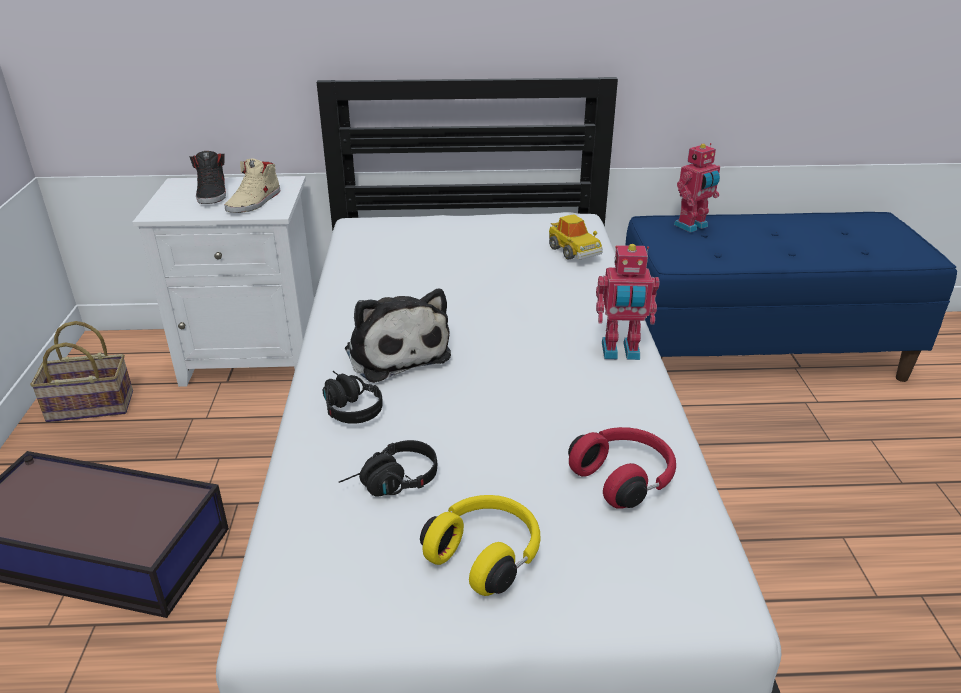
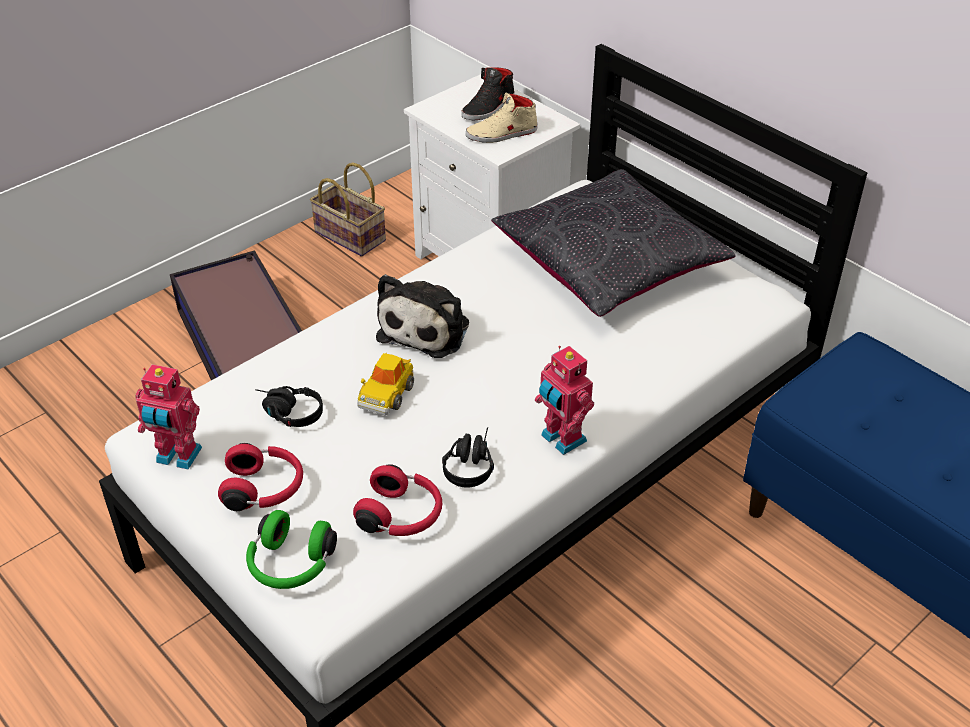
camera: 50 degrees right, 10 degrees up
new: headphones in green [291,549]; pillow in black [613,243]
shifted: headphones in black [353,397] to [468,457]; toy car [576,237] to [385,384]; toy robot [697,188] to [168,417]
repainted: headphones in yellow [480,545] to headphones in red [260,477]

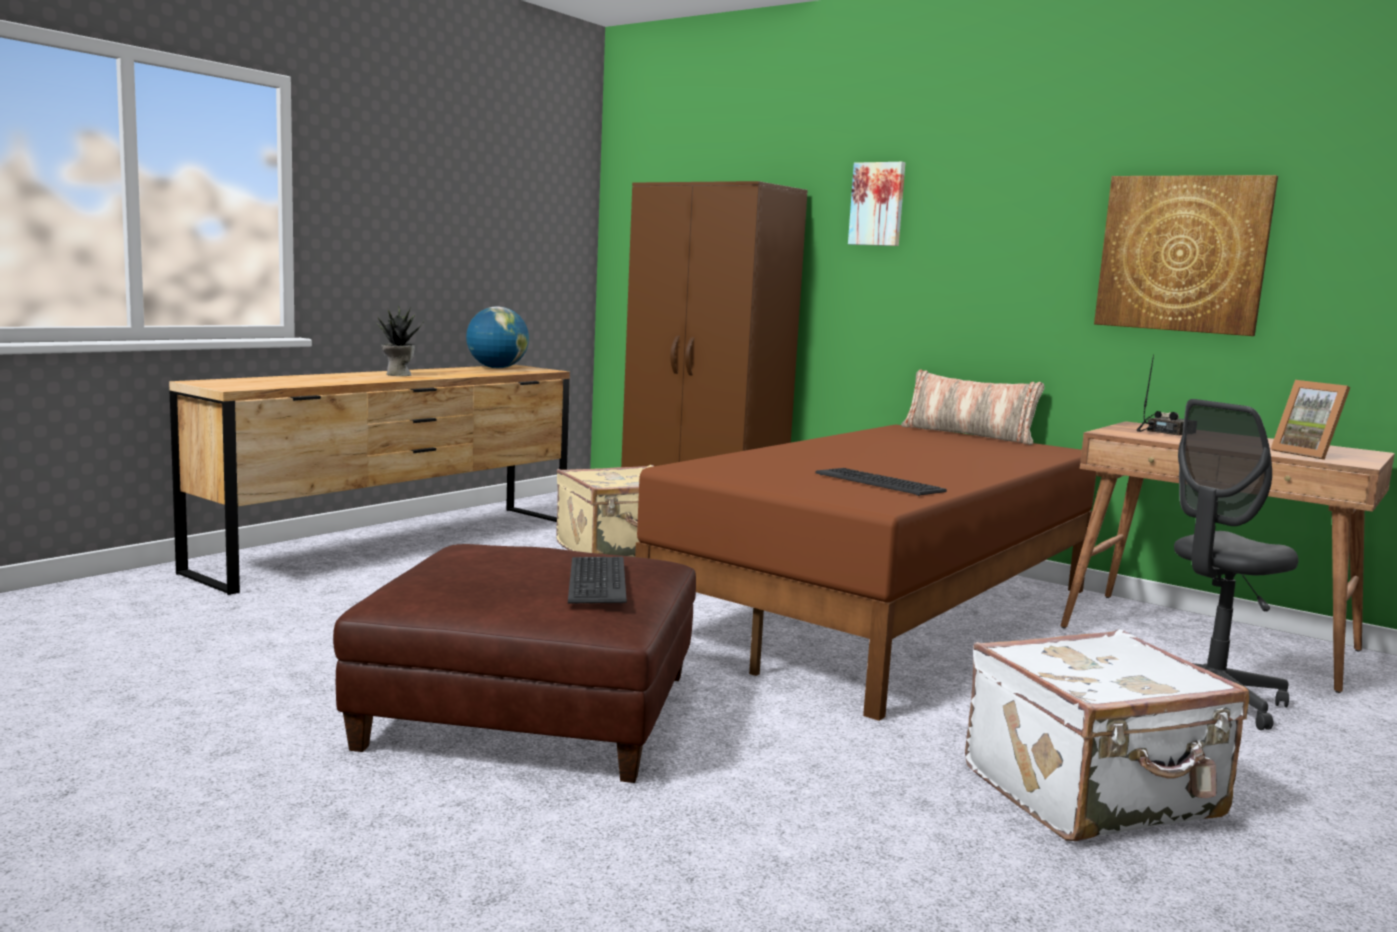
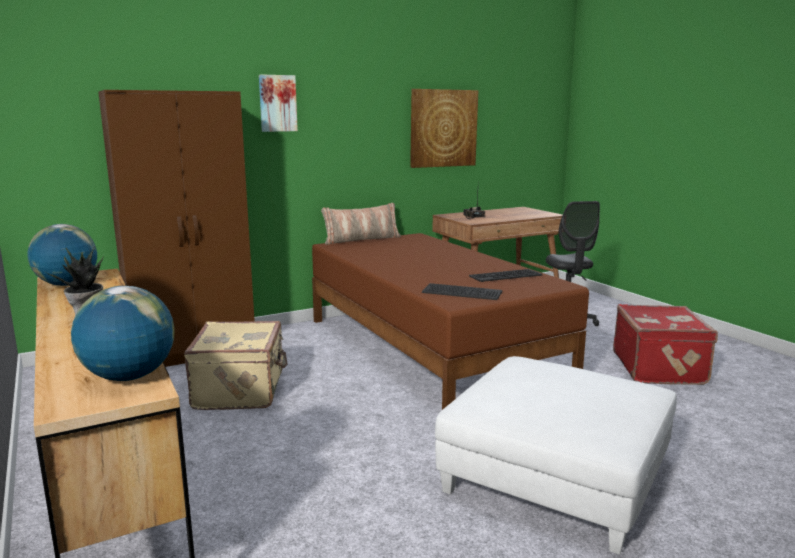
camera: 65 degrees left, 5 degrees up
gone: picture frame [1310,420]
new: globe [122,333]
shifted: keyboard [597,580] to [462,291]
repainted: ottoman in brown [514,663] to ottoman in white [556,455]; suitcase in white [1107,735] to suitcase in red [665,344]

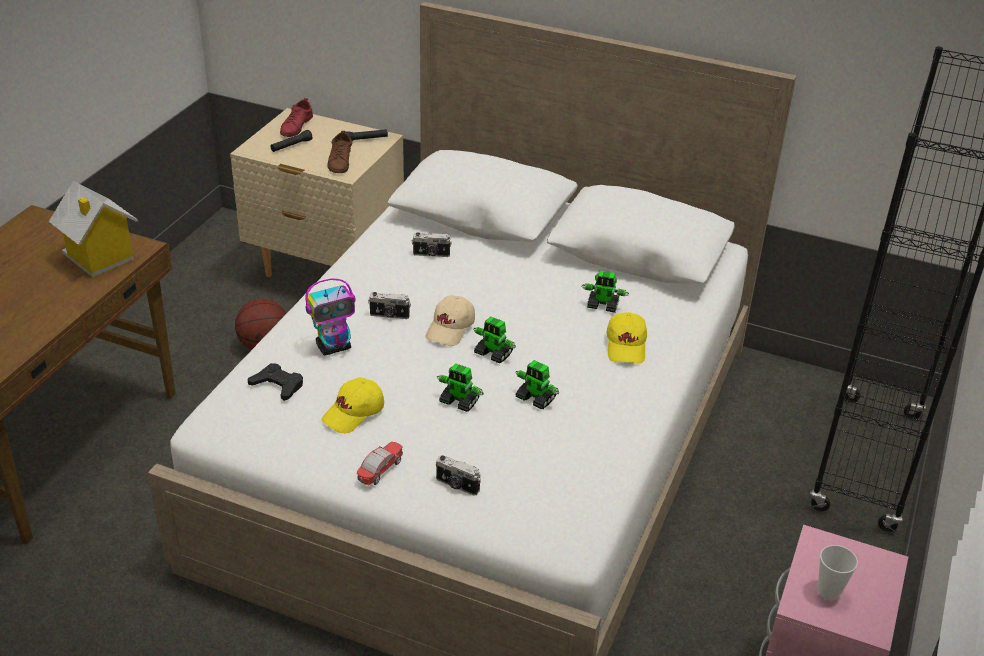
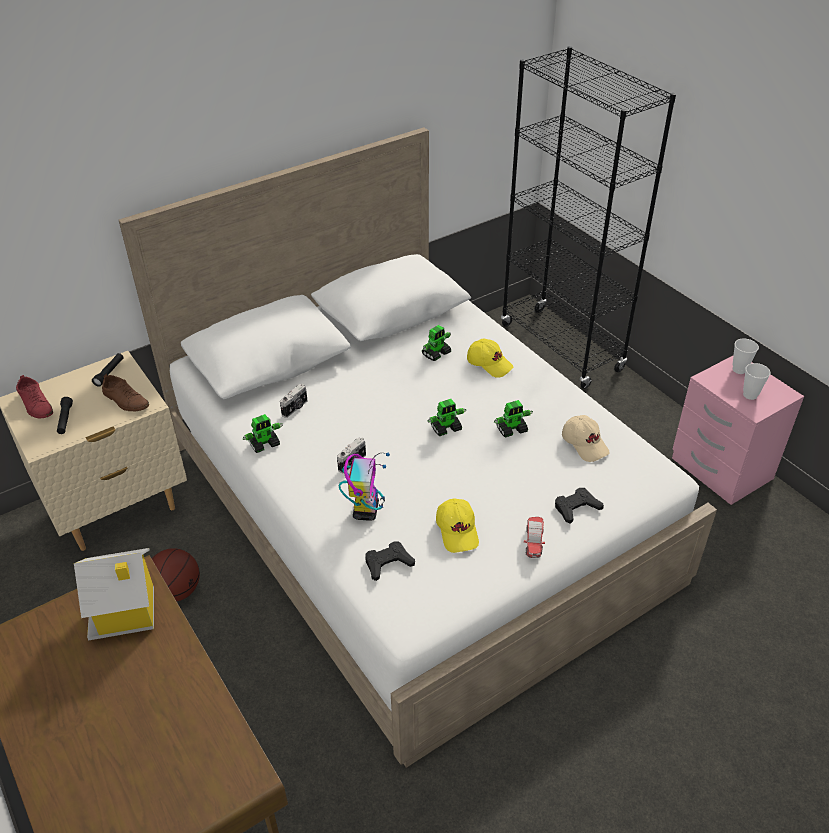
camera: 55 degrees left, 5 degrees up
new: cup [746,356]
shifted: cap in beige [450,320] to [586,438]; toy robot [460,387] to [263,433]
swapped: photo camera [458,475] to game controller in black [579,505]
rotated: toy car [380,463] = [534,537] 150 degrees counterclockwise

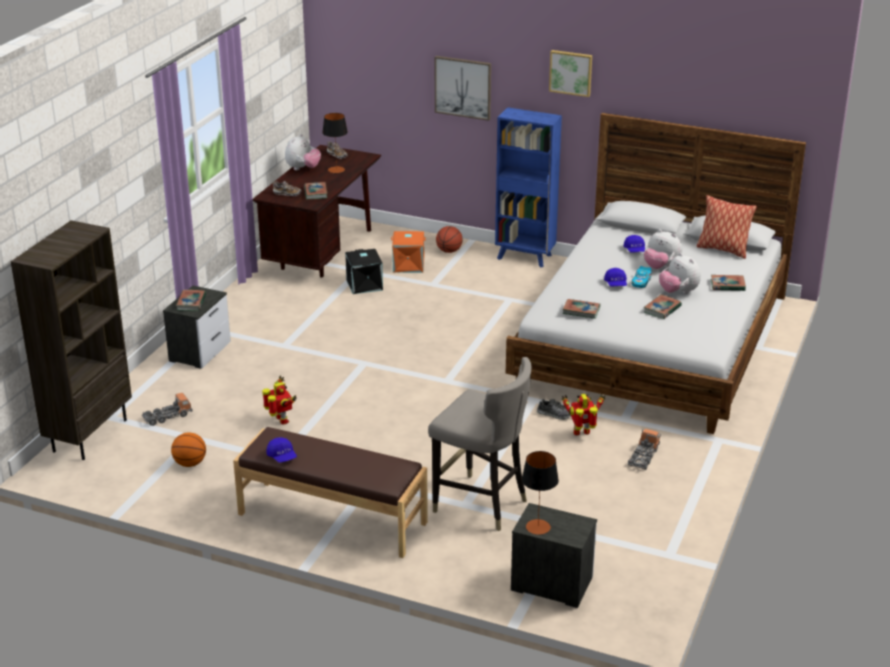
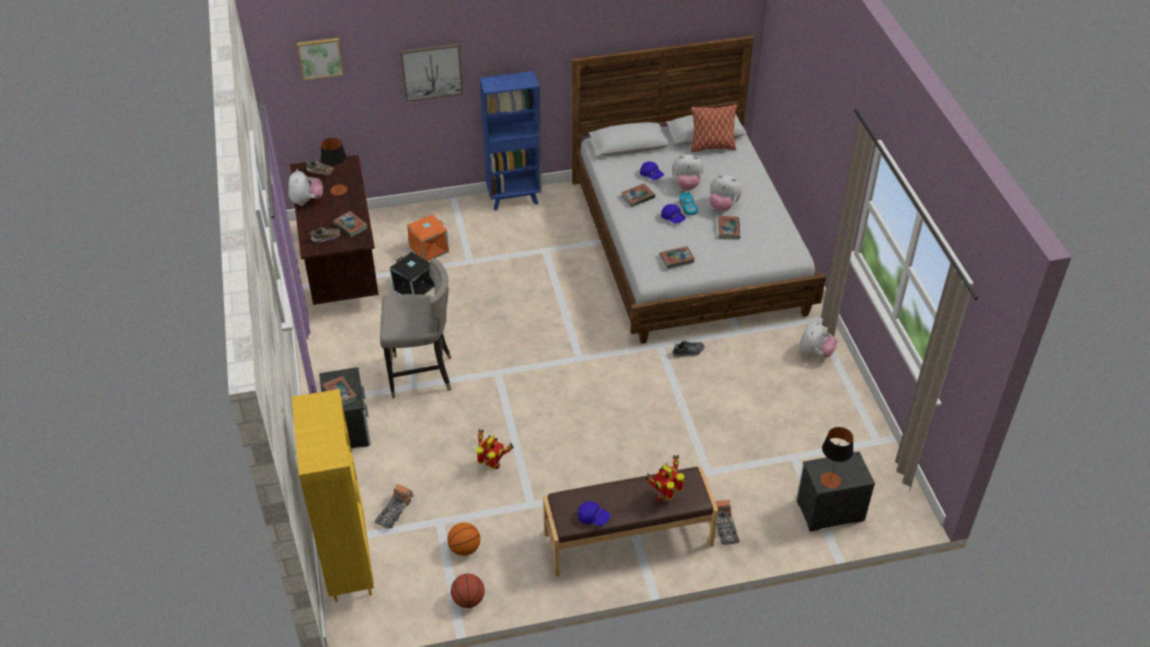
camera: 35 degrees left, 15 degrees up
new: plush toy [818,339]
shifted: stool in grey [479,444] to [415,328]; basketball [449,239] to [468,591]; picture [570,73] to [320,59]; toy robot [583,414] to [664,478]; toy truck [644,449] to [727,522]; book [728,283] to [638,195]
repainted: bookcase in brown [71,340] to bookcase in yellow [333,495]

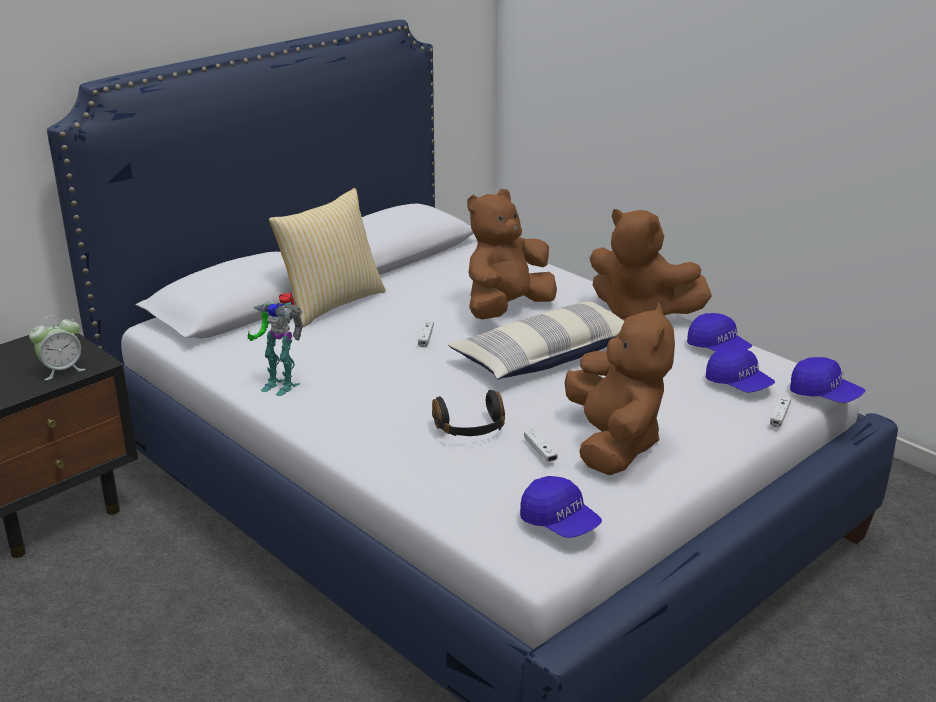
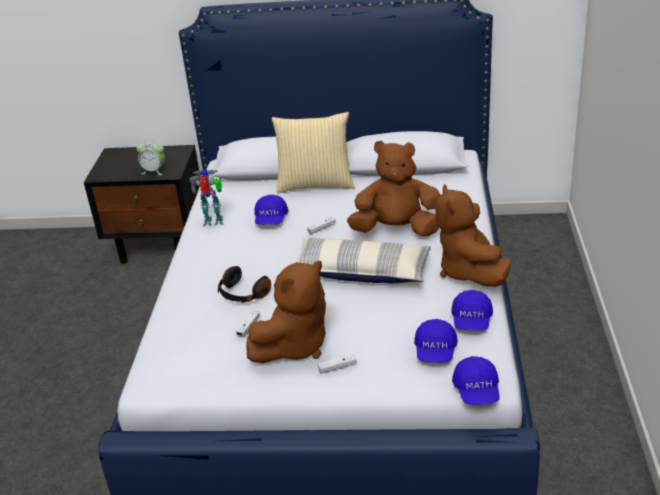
camera: 50 degrees right, 5 degrees up
shifted: cap in blue [561,507] to [271,210]; game controller in white [780,412] to [337,364]
rotated: toy robot [275,344] = [207,197] 105 degrees clockwise

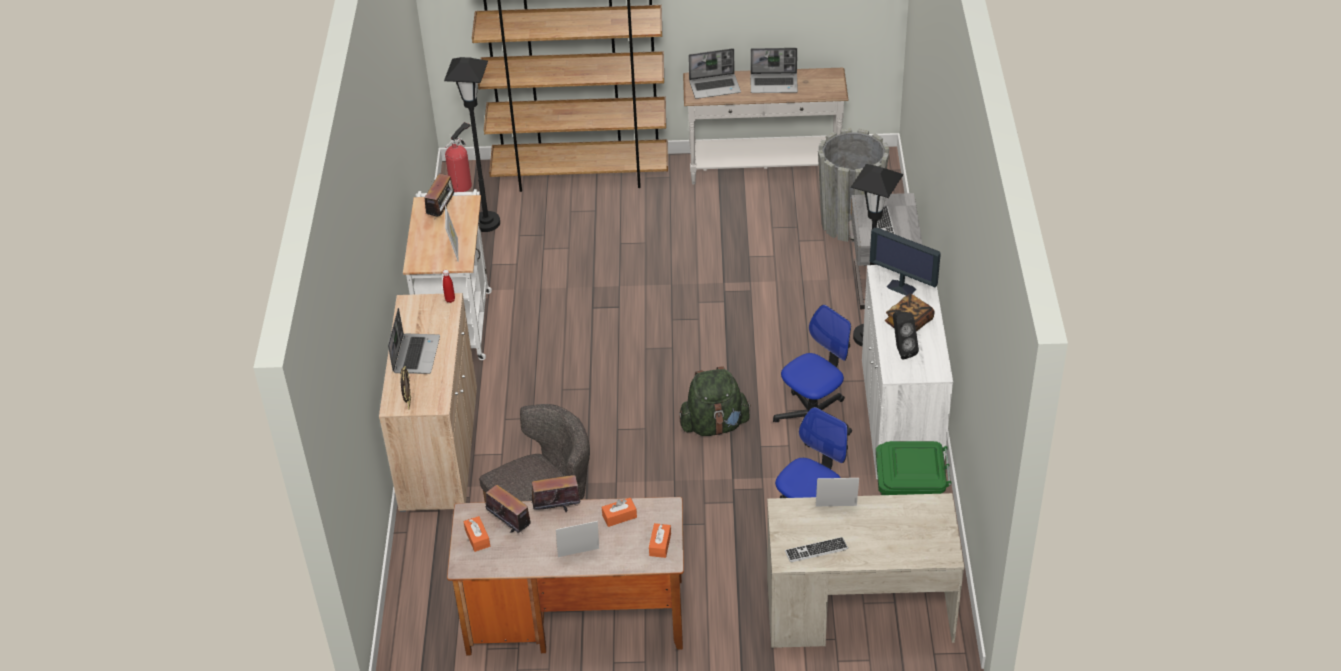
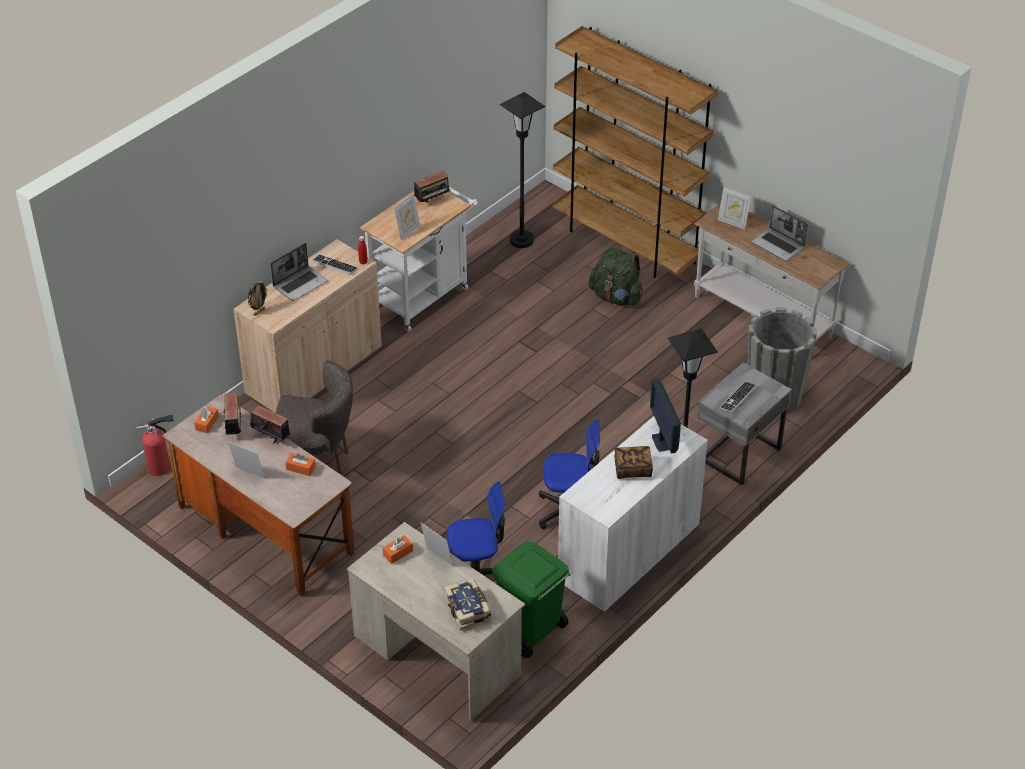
camera: 40 degrees right, 0 degrees up
gone: speaker in black [906,335]
new: book [467,604]
shifted: fire extinguisher [458,157] to [155,445]; tissue box in orange [660,540] to [398,549]; backpack in green [715,401] to [616,276]; keyboard [816,549] to [335,264]
swapped: laptop [714,73] to picture frame [734,208]

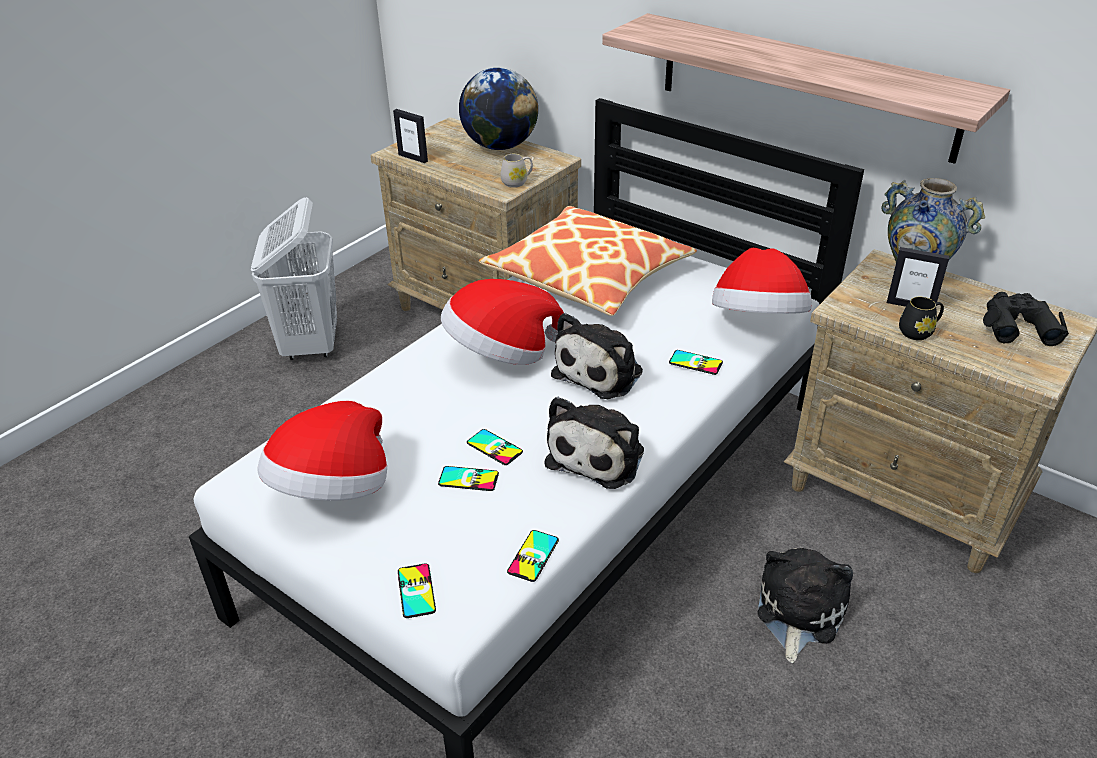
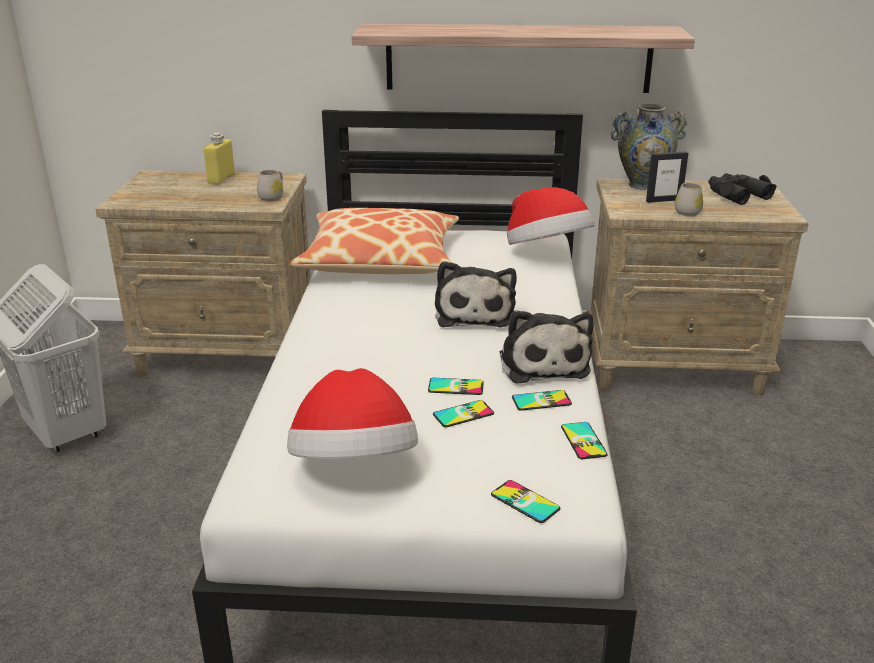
camera: 35 degrees left, 10 degrees down
gone: picture frame [410,136]; hat [502,322]; plush toy [805,605]
shifted: phone [696,362] to [542,400]
swapped: globe [498,109] to bottle in yellow [219,159]
repainted: mug in black [921,318] to mug in white [689,199]

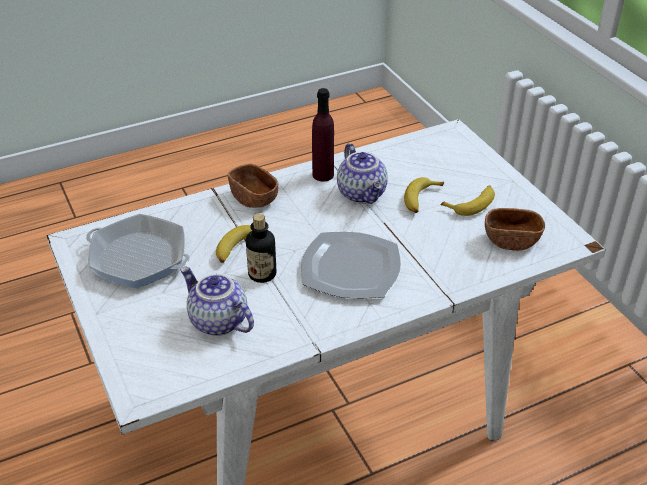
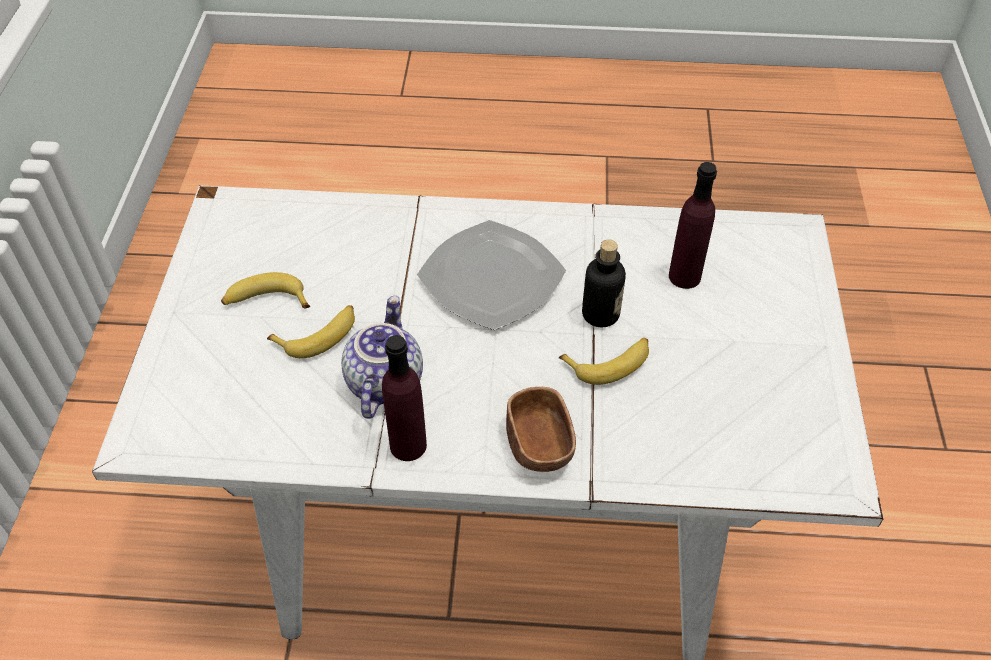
camera: 150 degrees left, 10 degrees up
gone: frying pan [138,251]; bowl in brown [515,229]
swapped: teapot [217,301] to bottle in purple [693,225]

